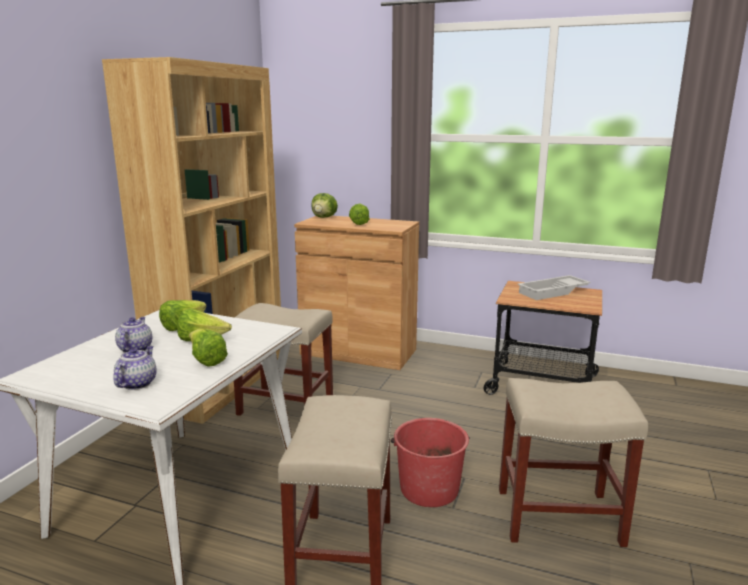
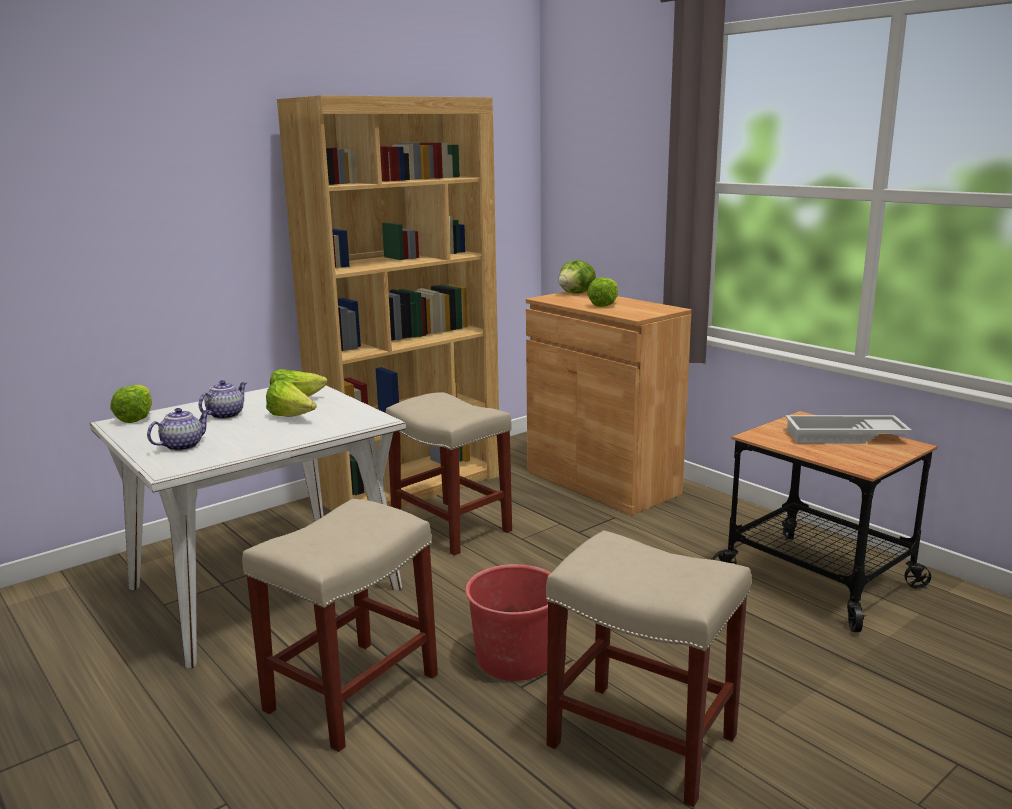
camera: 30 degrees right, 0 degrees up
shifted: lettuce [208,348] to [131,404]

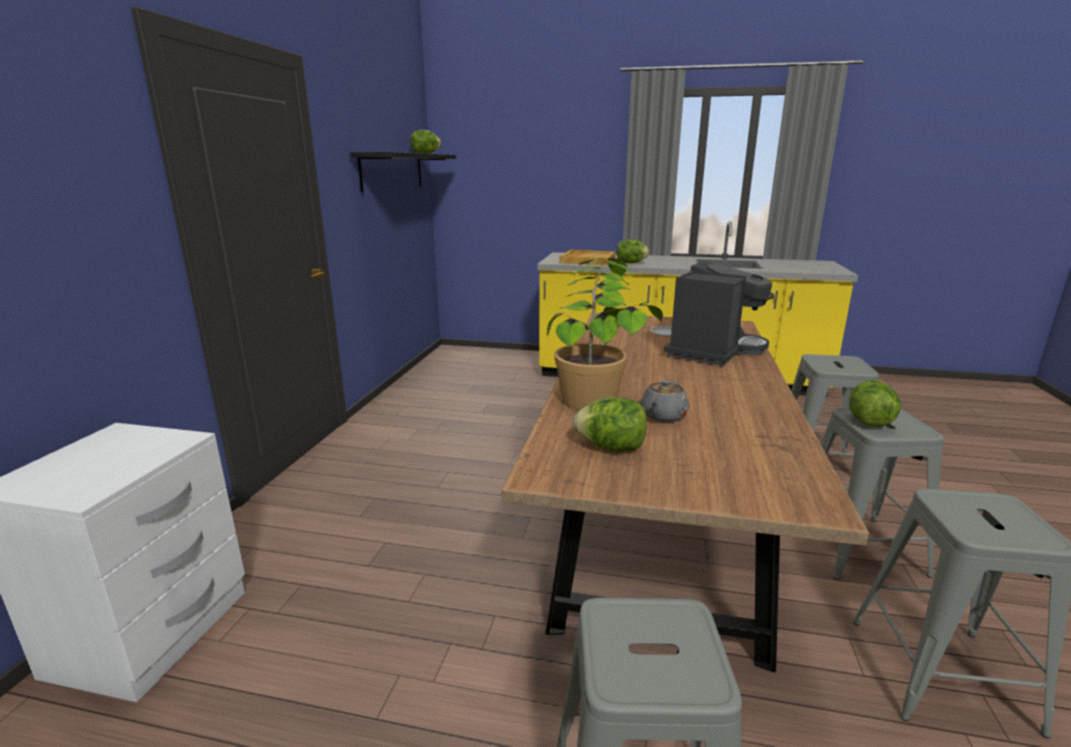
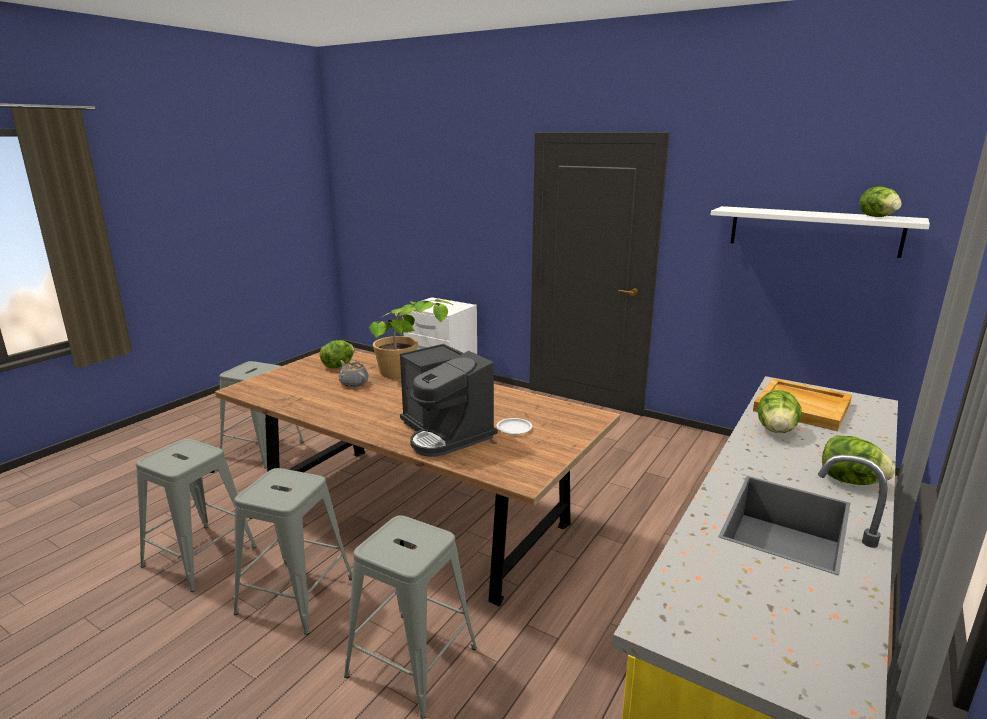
camera: 110 degrees right, 0 degrees up
shifted: lettuce [875,403] to [858,460]
repainted: shelf in black [403,172] to shelf in white [820,232]

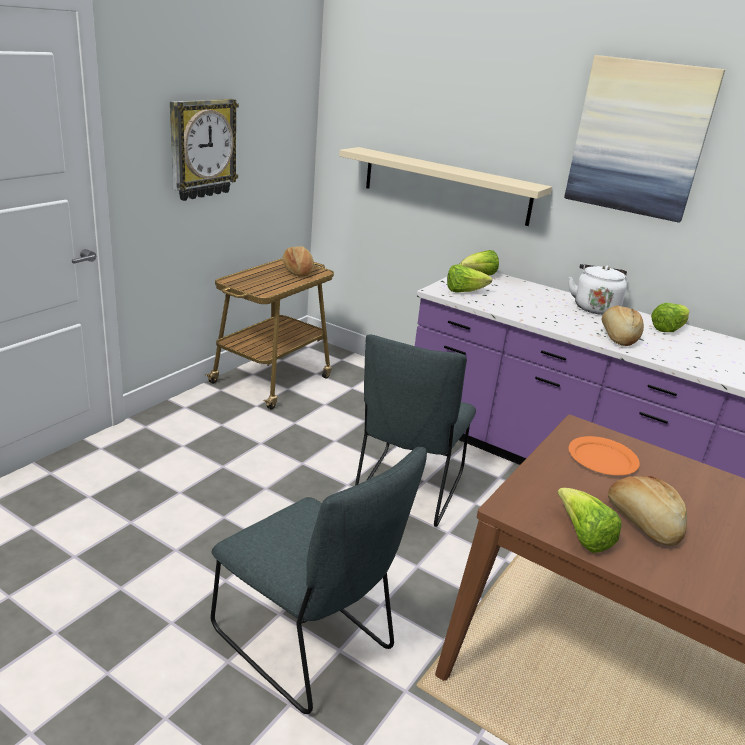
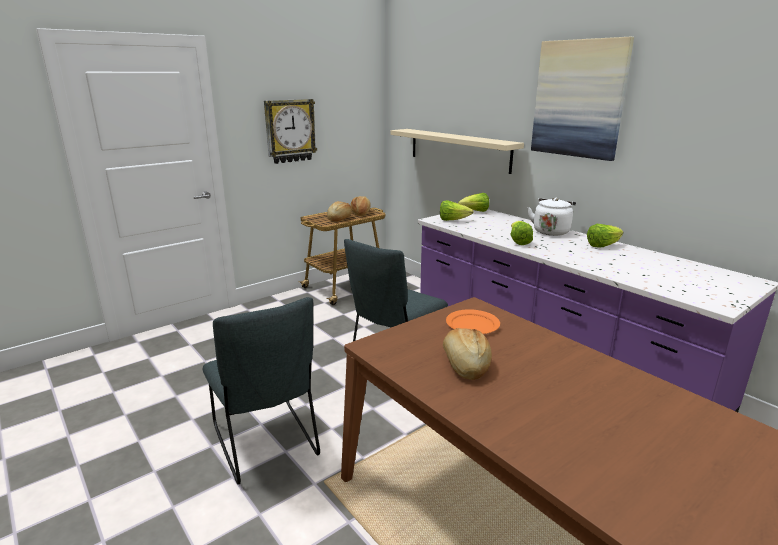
camera: 20 degrees right, 5 degrees down
shifted: lettuce [589,520] to [521,233]; bread [622,325] to [339,211]

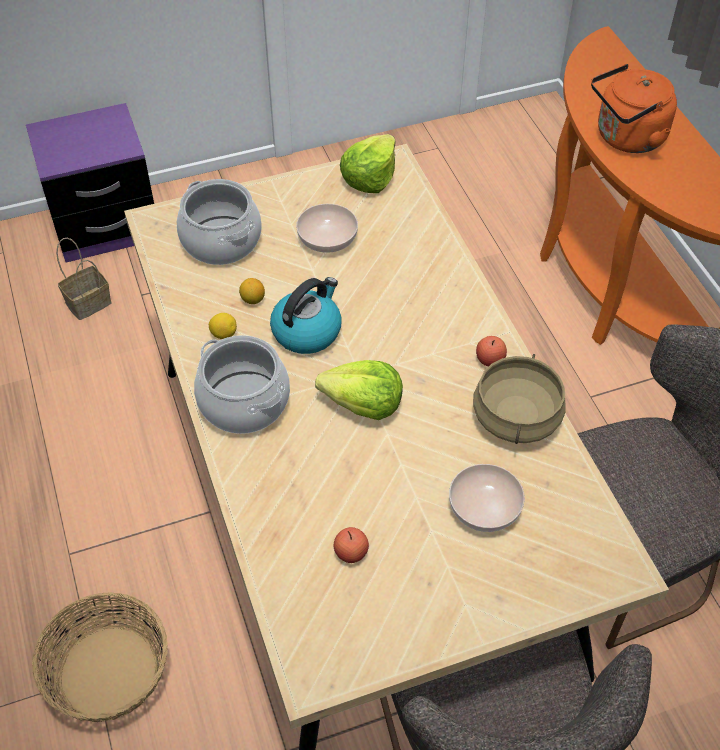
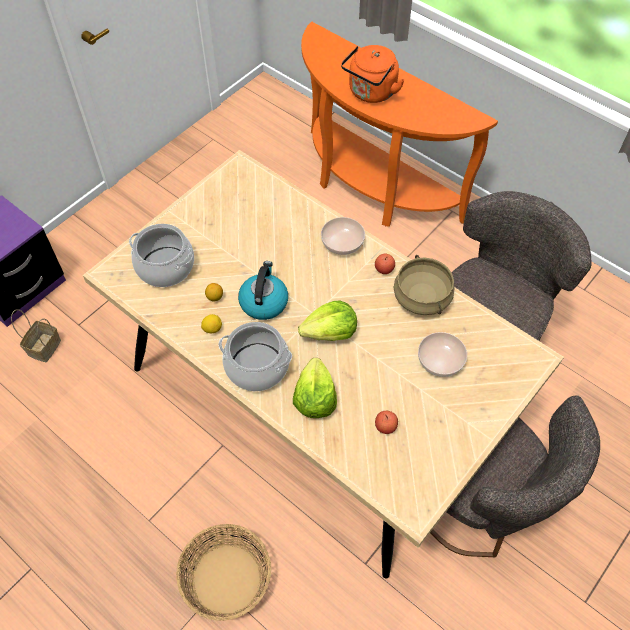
camera: 30 degrees left, 5 degrees up
shifted: bowl [327,228] to [343,236]; lettuce [367,163] to [315,388]

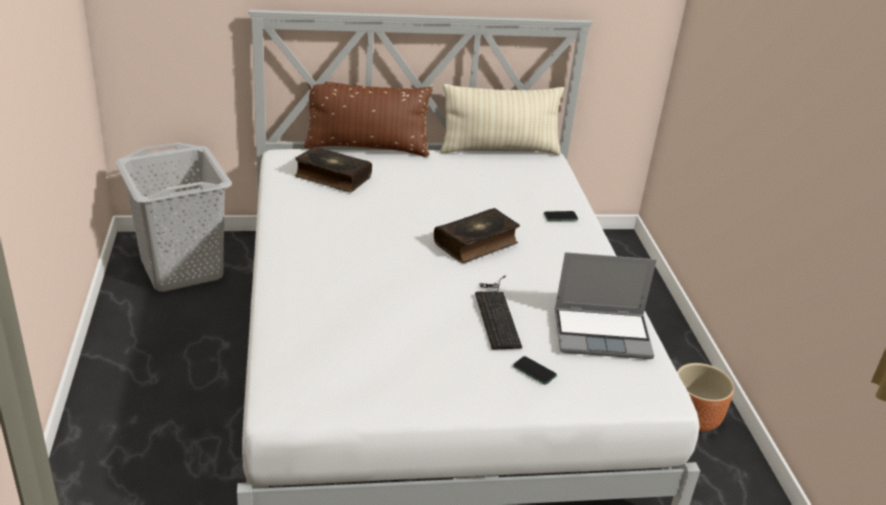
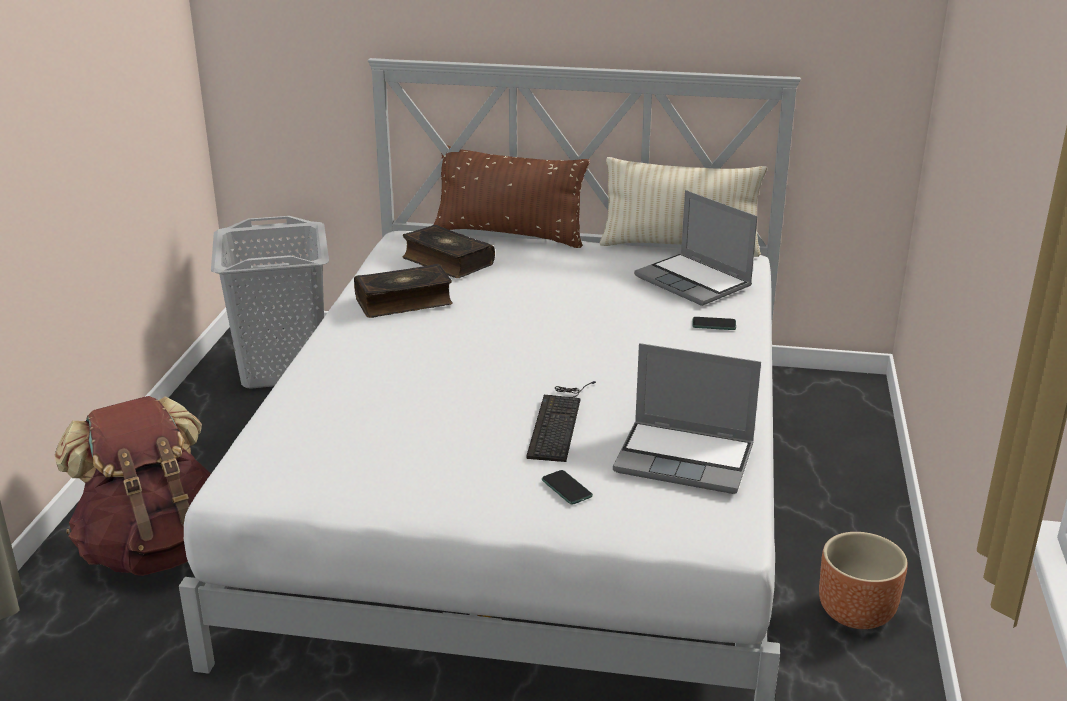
camera: 20 degrees right, 5 degrees down
new: backpack in brown [133,486]; laptop [695,248]
shifted: book [477,235] to [403,291]

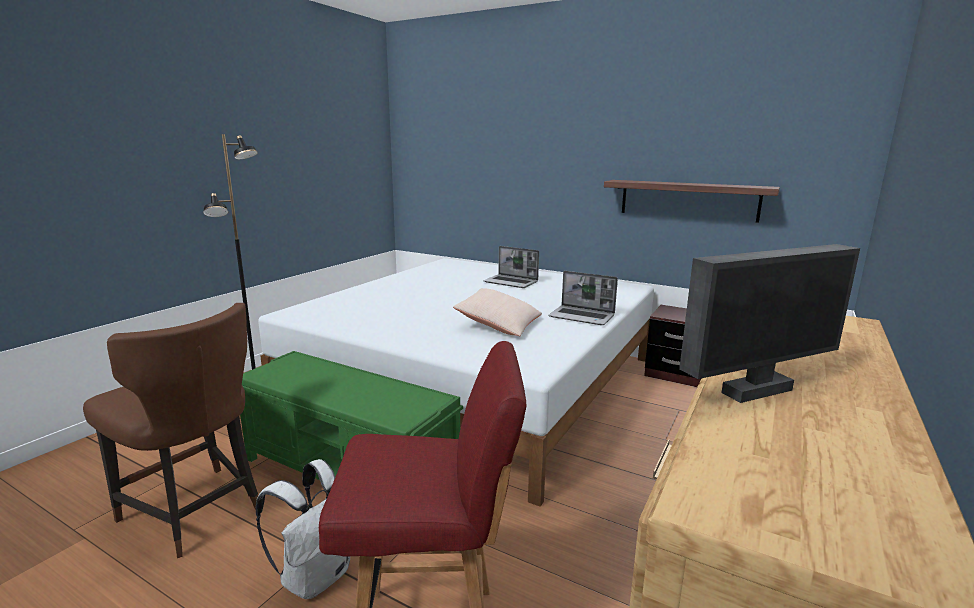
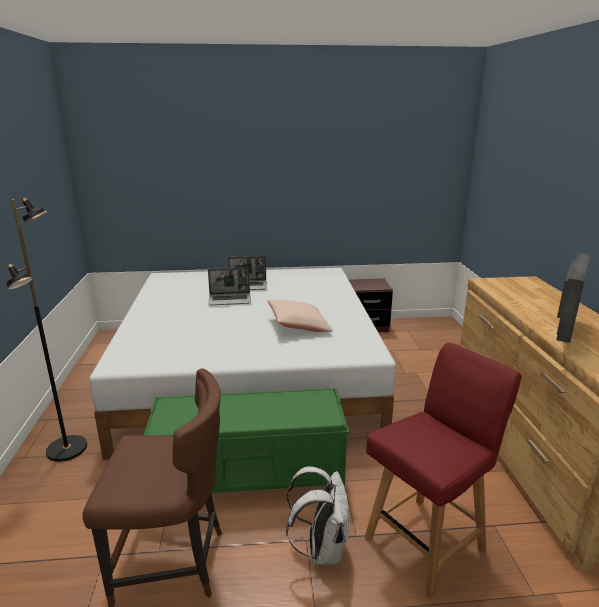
camera: 35 degrees left, 5 degrees up
gone: shelf [692,201]
shifted: laptop [583,298] to [229,286]

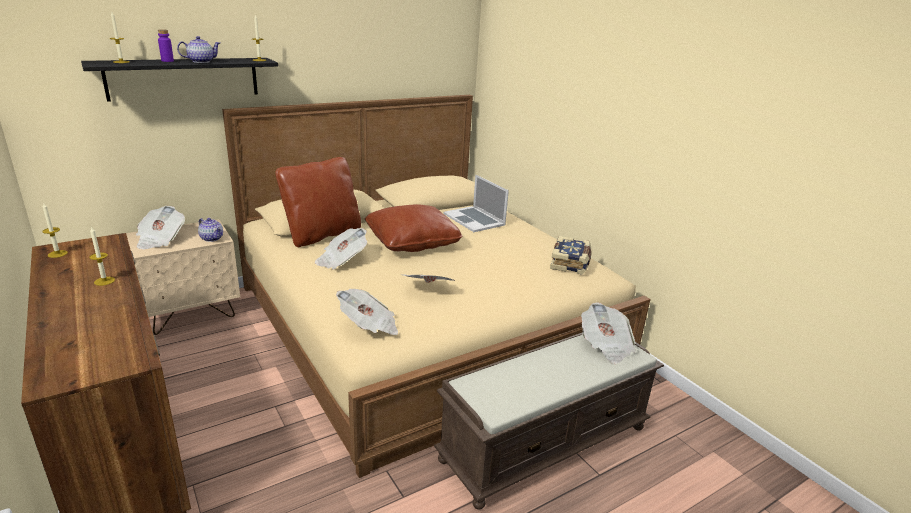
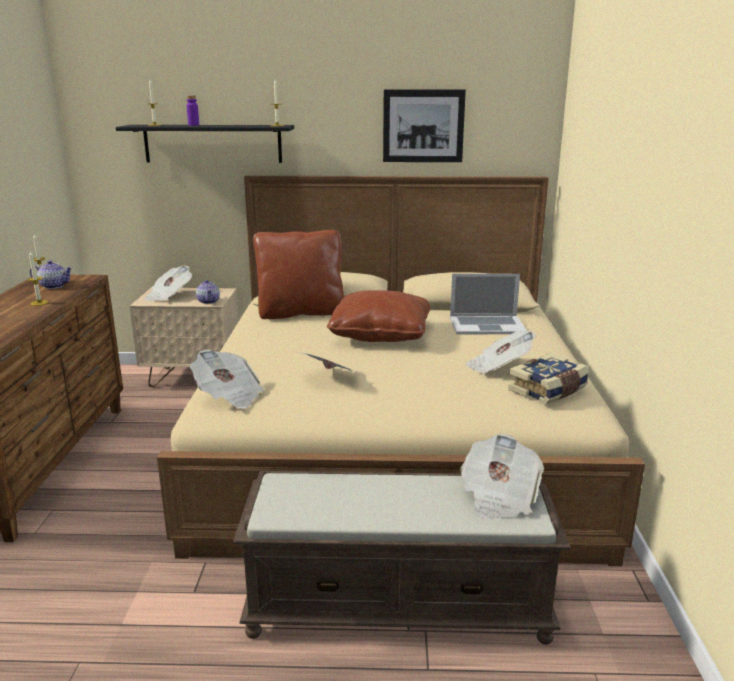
camera: 35 degrees right, 5 degrees down
new: picture [424,126]
shifted: teapot [198,49] to [51,274]; newspaper [341,249] to [501,352]
rotated: laptop [476,203] = [488,304] 90 degrees counterclockwise

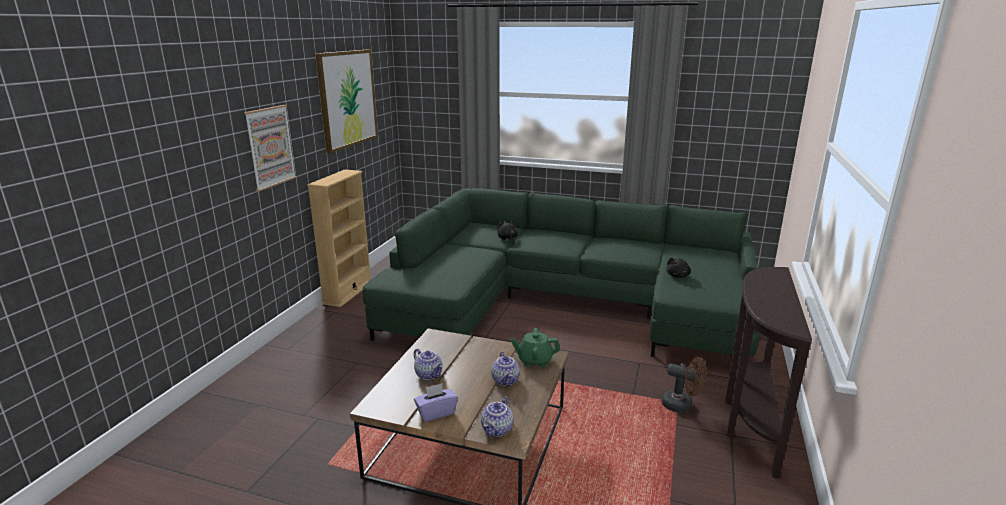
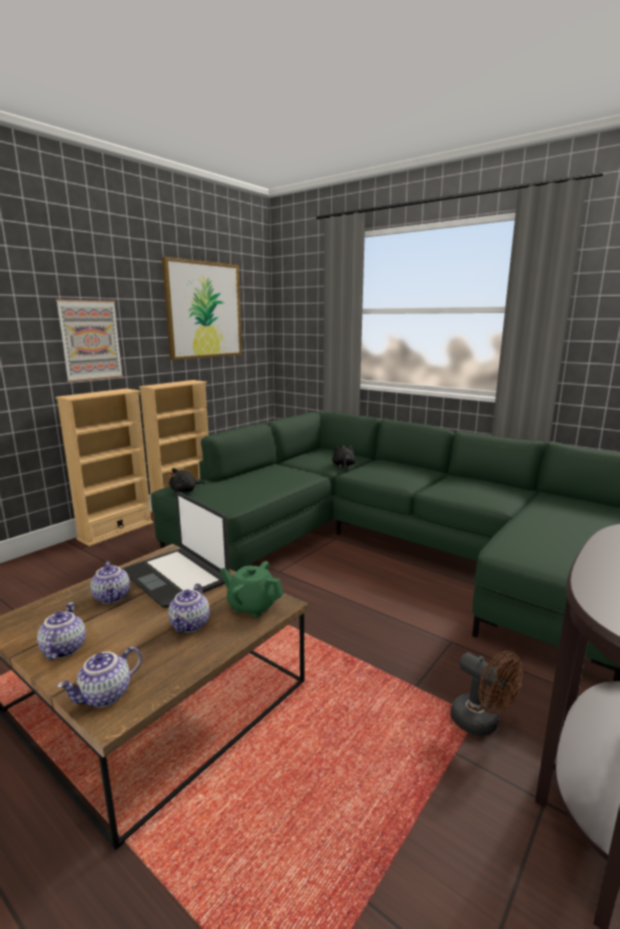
camera: 20 degrees right, 5 degrees down
new: bookcase in beige [104,467]; laptop [176,550]
shifted: plush toy in black [678,268] to [187,480]
swapped: tissue box in purple [436,402] to teapot [61,631]

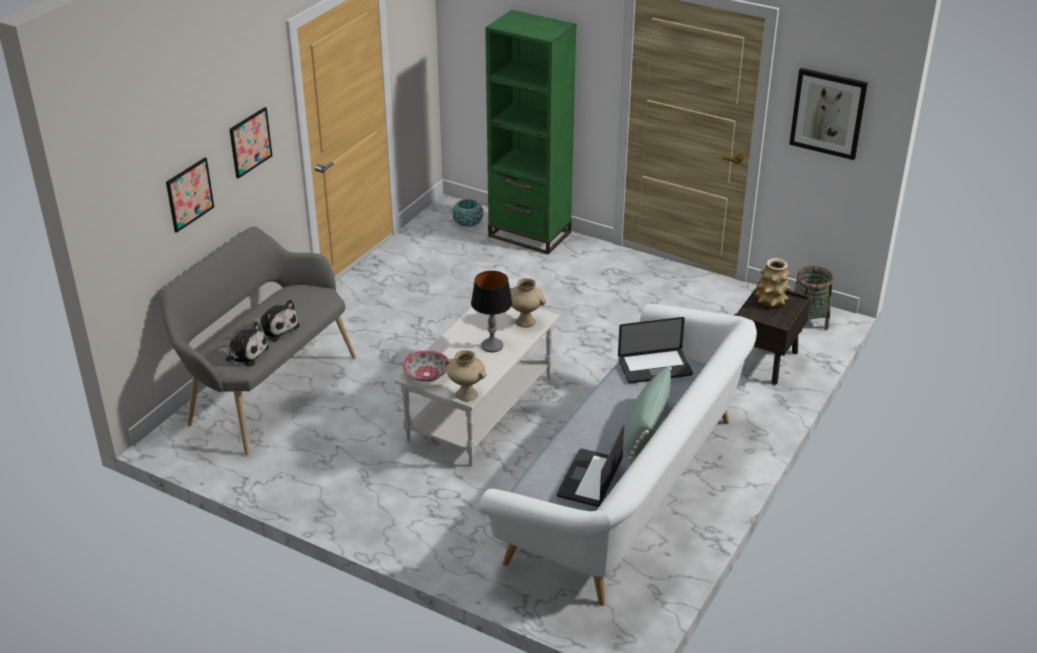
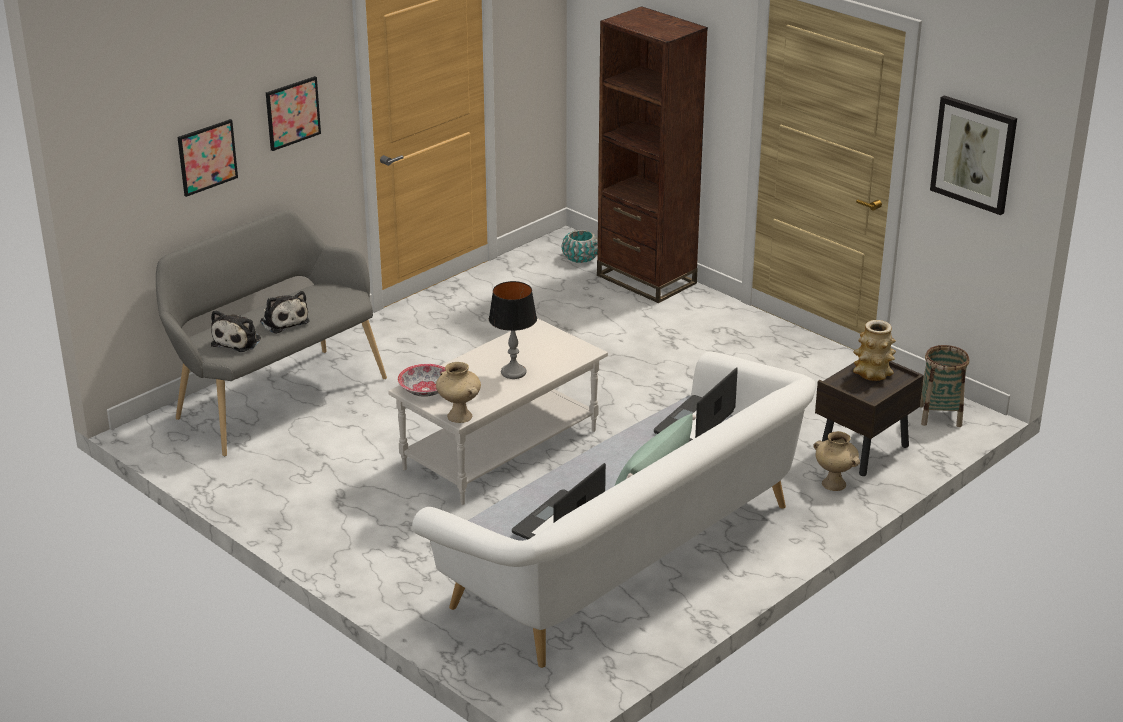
camera: 15 degrees right, 5 degrees down
shifted: vase in beige [528,303] to [836,461]
repainted: bookcase in green [531,132] to bookcase in brown [652,154]
rotated: plush toy [243,344] = [236,331] 75 degrees clockwise; laptop [655,350] = [696,404] 120 degrees clockwise

